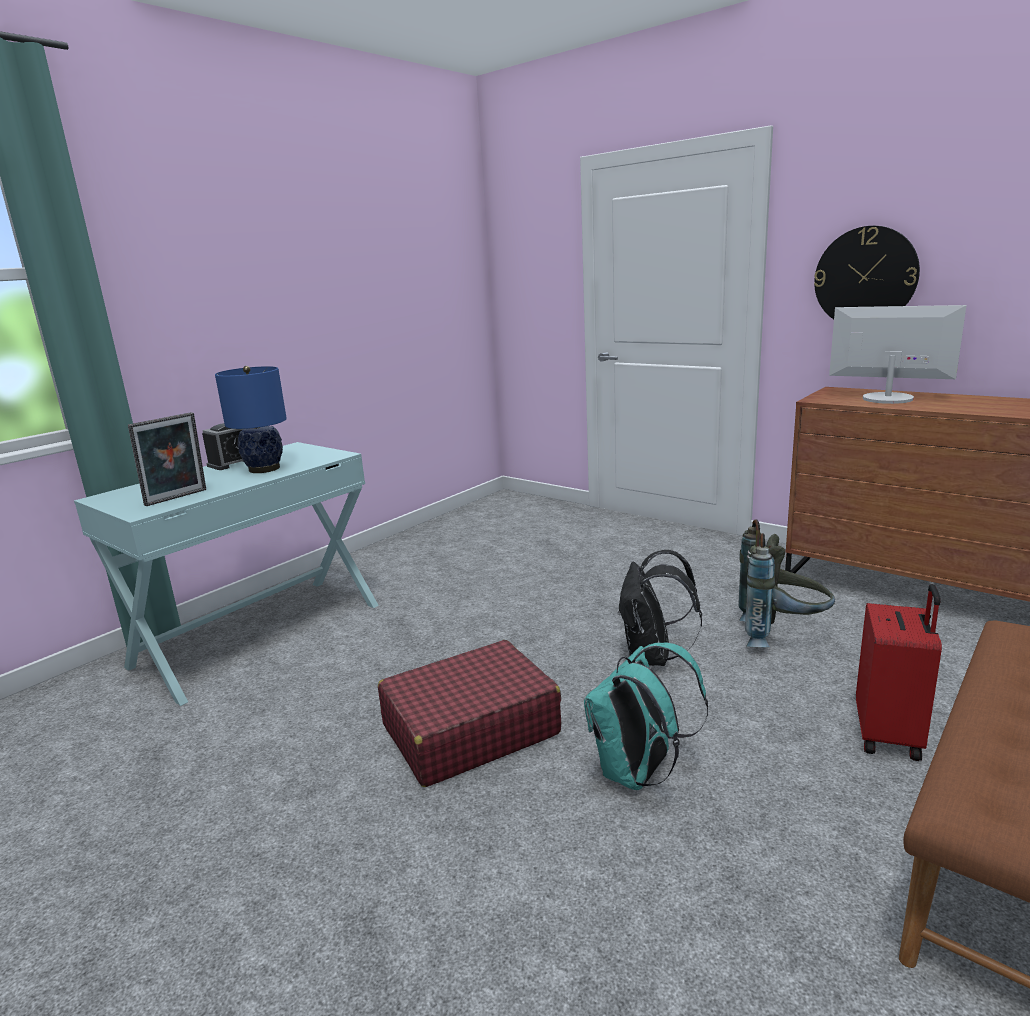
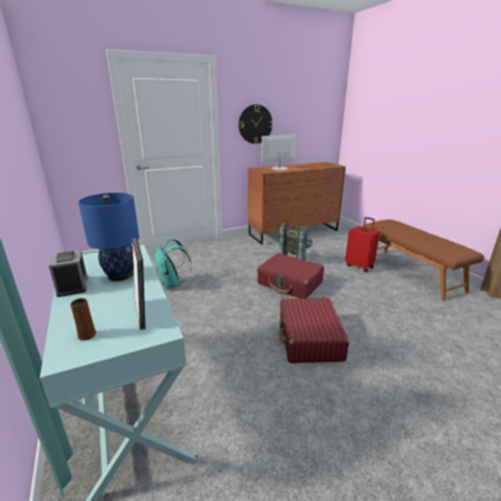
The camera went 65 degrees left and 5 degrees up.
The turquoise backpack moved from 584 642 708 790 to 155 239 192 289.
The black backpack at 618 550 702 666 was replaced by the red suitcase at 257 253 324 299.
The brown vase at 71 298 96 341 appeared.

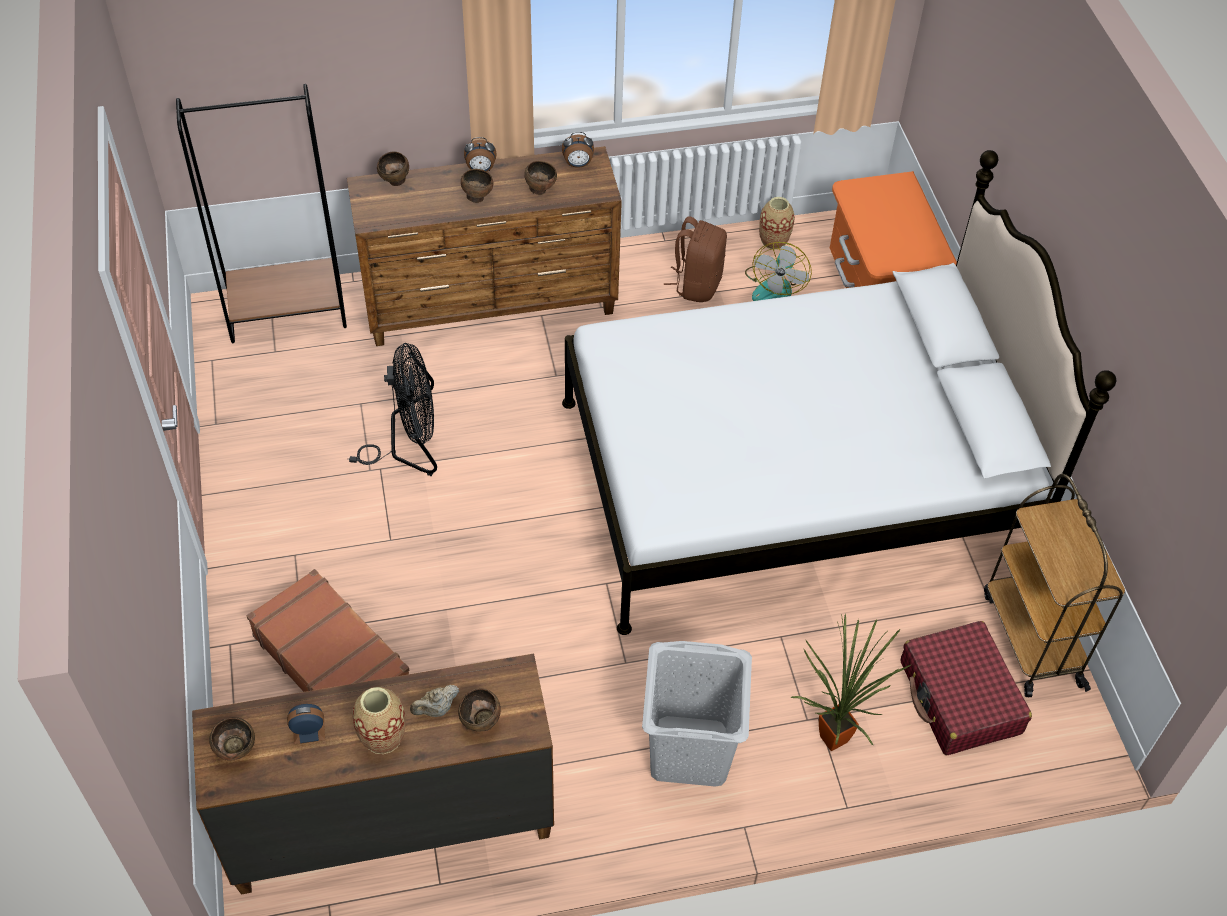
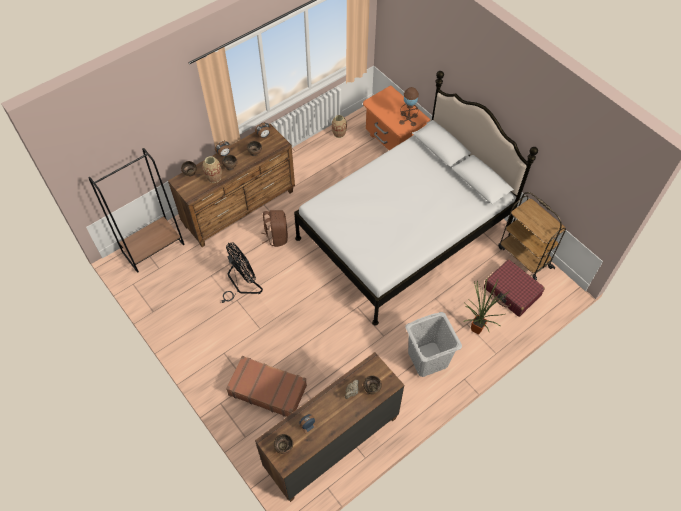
The camera went 25 degrees left and 5 degrees up.
The vase moved from 352 687 406 754 to 202 156 222 183.
The brown backpack moved from 664 216 727 302 to 261 210 288 247.
The fan at 745 242 812 301 disappeared.
The brown table lamp at 399 87 419 126 appeared.

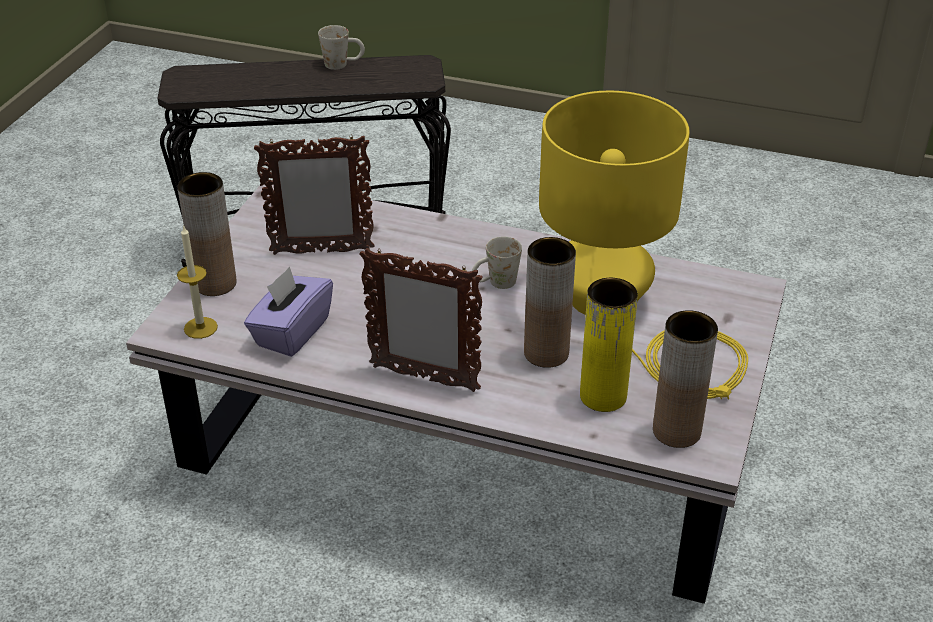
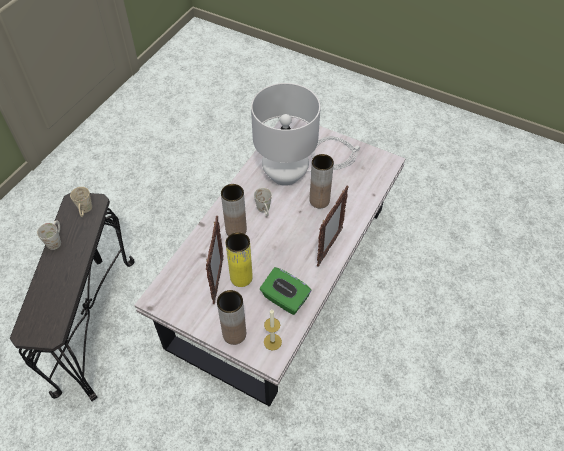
The camera went 80 degrees left and 15 degrees up.
The purple tissue box at 244 266 333 357 became the green tissue box at 260 267 311 315.
The yellow table lamp at 539 91 748 399 became the white table lamp at 251 83 360 186.
The yellow vase moved from 580 278 638 412 to 226 232 253 287.
The brown vase moved from 653 310 718 448 to 221 184 247 236.
The beige mug at 70 187 92 217 appeared.

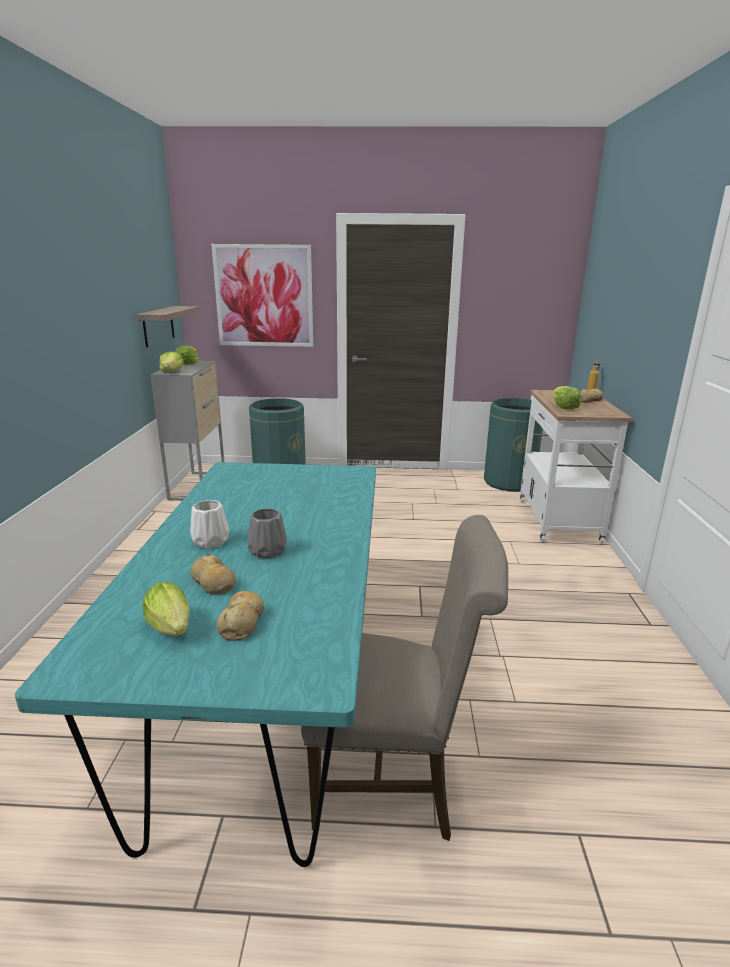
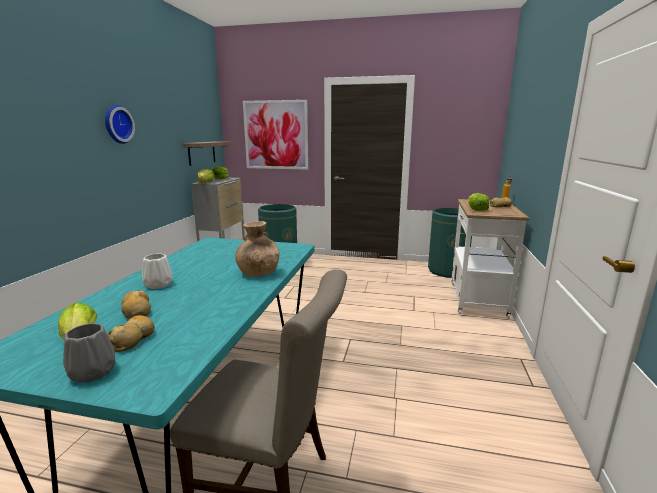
The camera went 10 degrees right and 5 degrees down.
The grey vase moved from 248 508 287 558 to 63 323 115 383.
The wall clock at 105 105 135 144 appeared.
The brown vase at 235 221 280 277 appeared.

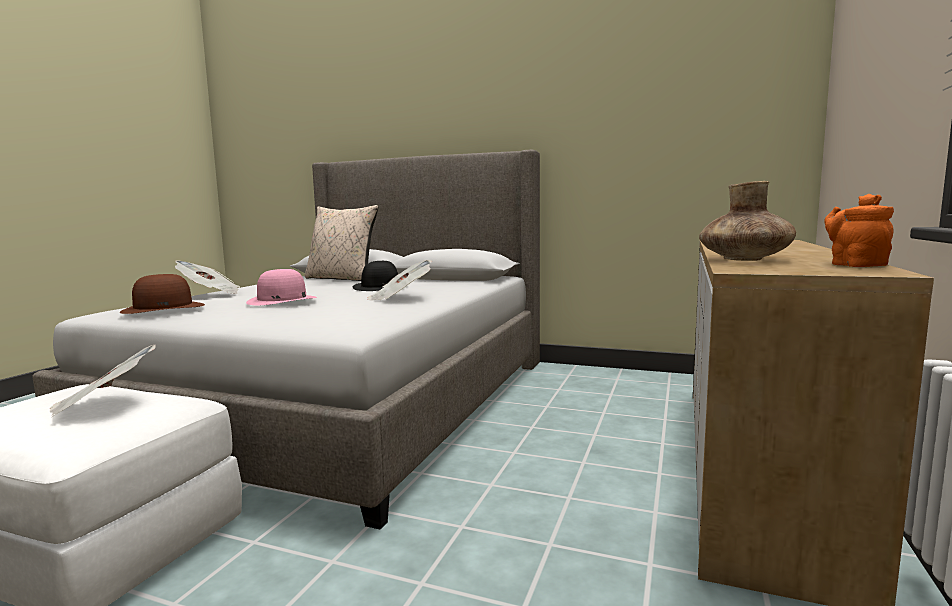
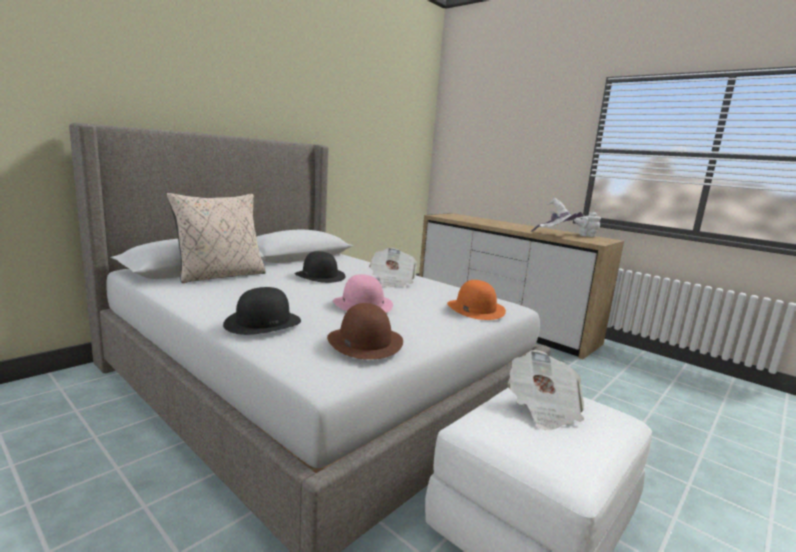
The camera went 70 degrees left and 5 degrees up.
The newspaper at 175 260 240 294 was replaced by the black hat at 223 287 301 335.
The brown vase at 699 181 796 261 was replaced by the white hat at 531 198 584 232.
The orange teapot at 825 194 894 267 became the white teapot at 574 212 601 237.
The orange hat at 447 280 506 320 appeared.

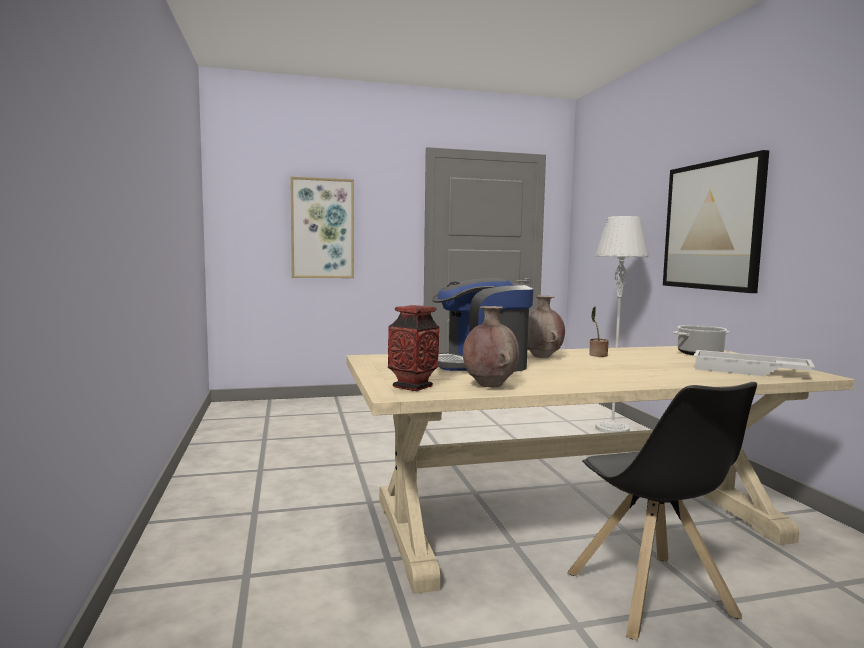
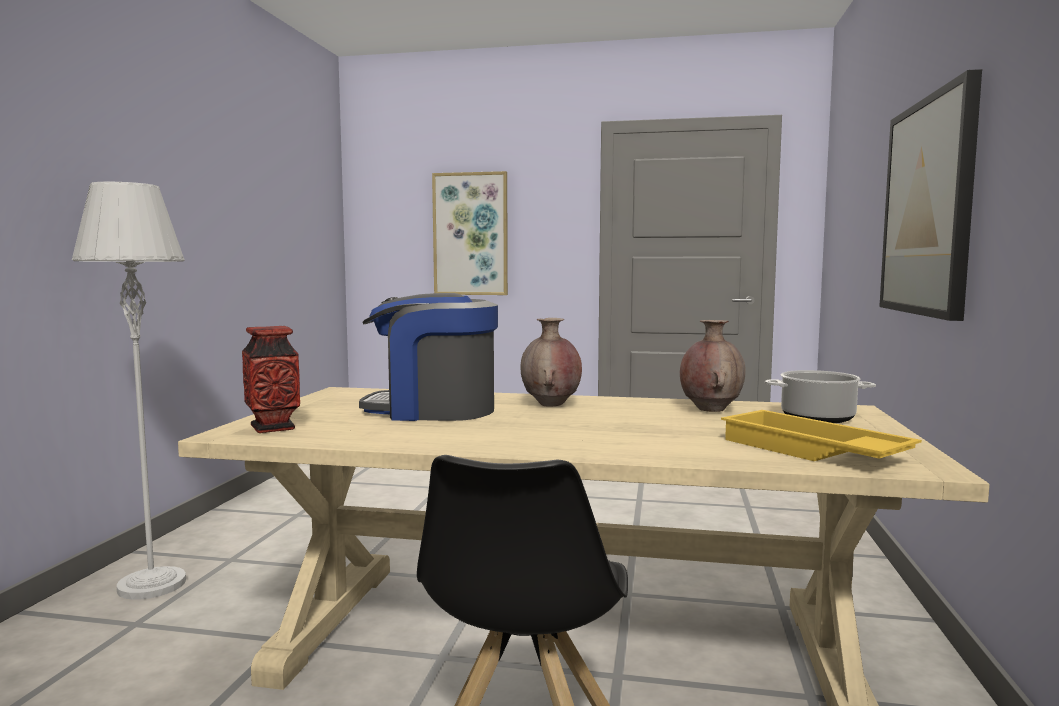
The camera went 25 degrees right and 0 degrees up.
The brown vase moved from 463 306 519 388 to 680 320 746 412.
The potted plant at 589 306 609 357 disappeared.
The grey floor lamp moved from 595 216 649 433 to 72 182 186 600.
The white tray at 693 350 815 376 became the yellow tray at 721 410 922 461.

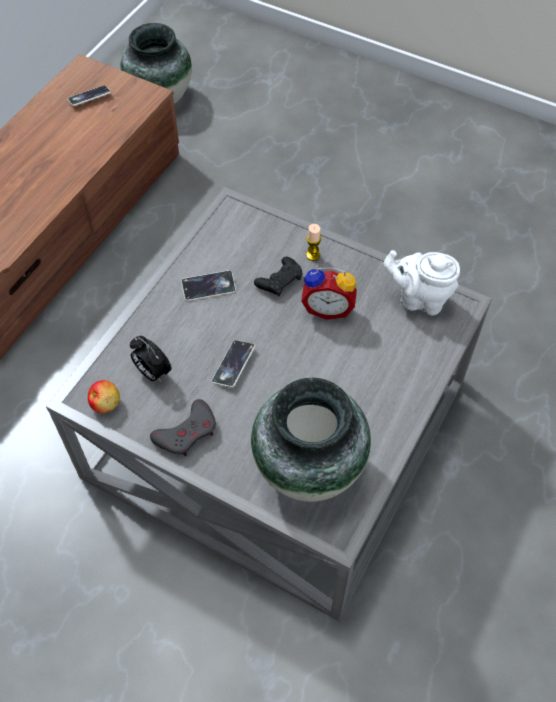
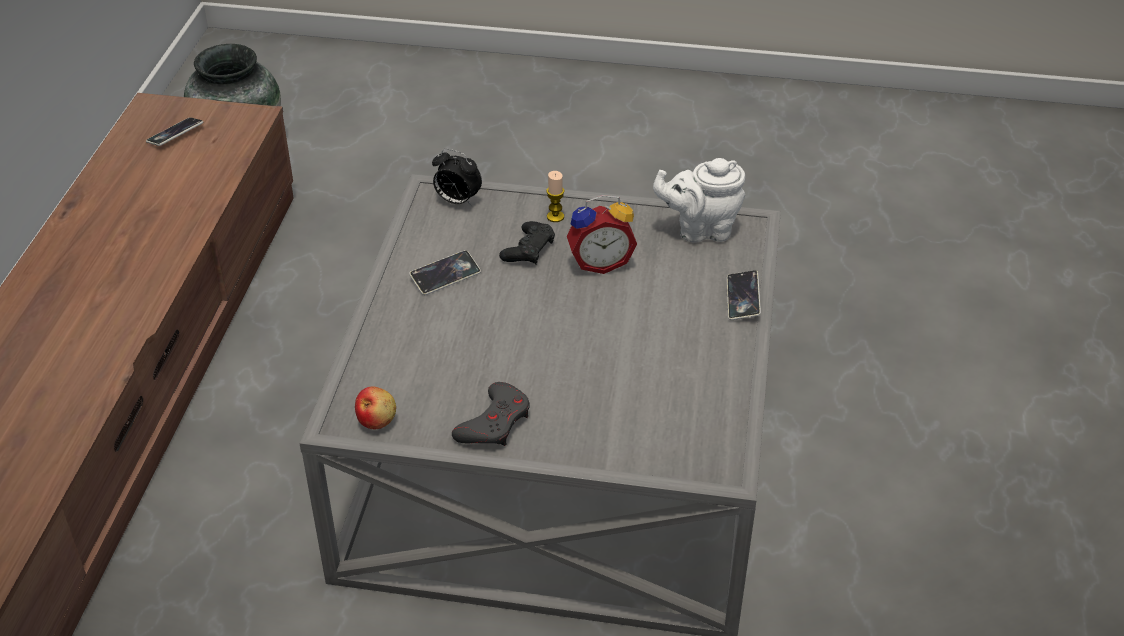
The camera went 20 degrees left and 15 degrees down.
The alarm clock moved from 130 336 172 382 to 432 149 482 206.
The phone moved from 212 340 255 388 to 727 270 761 320.
The vase at 251 378 371 502 disappeared.

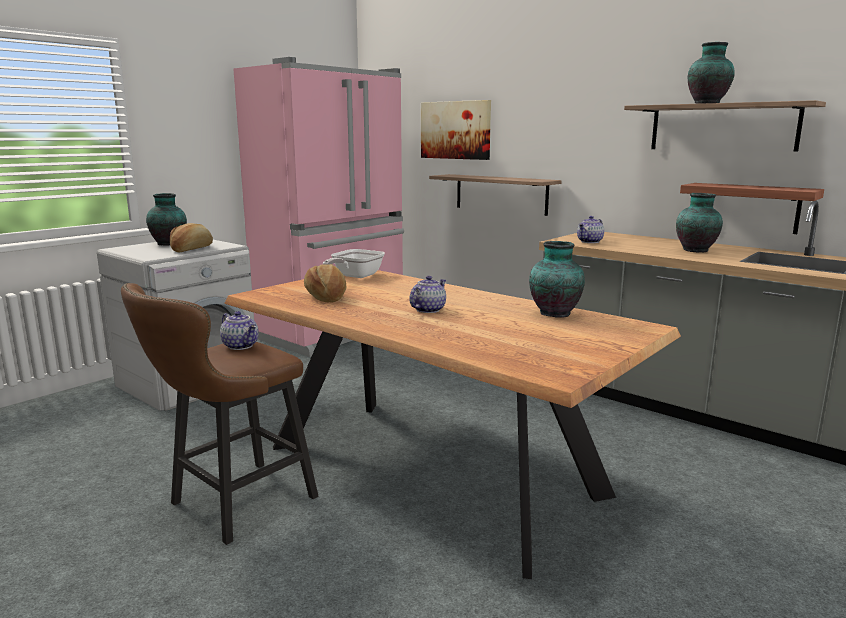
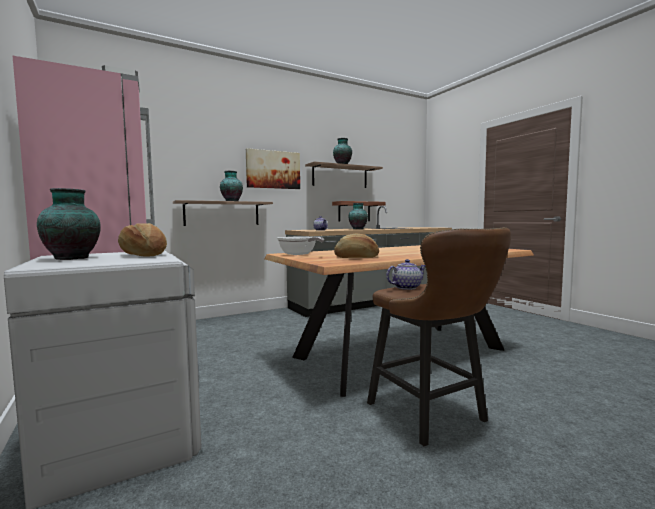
The camera went 70 degrees left and 10 degrees down.
The teapot at 409 276 446 313 disappeared.
The picture moved from 421 100 491 160 to 246 148 300 189.
The vase moved from 529 241 585 318 to 220 171 243 201.

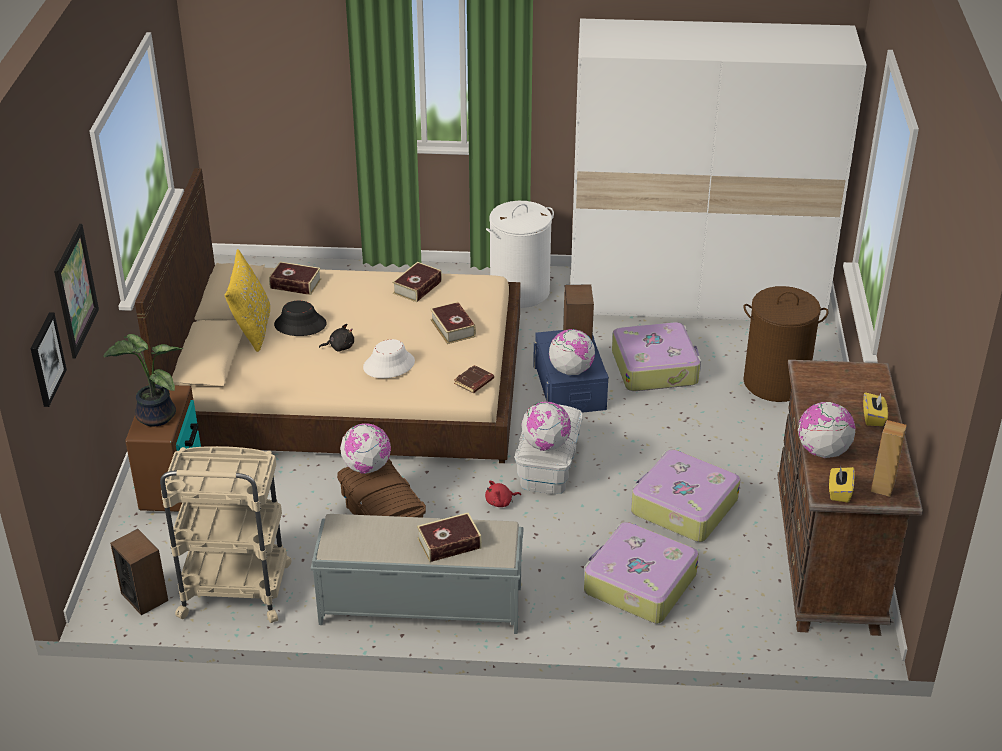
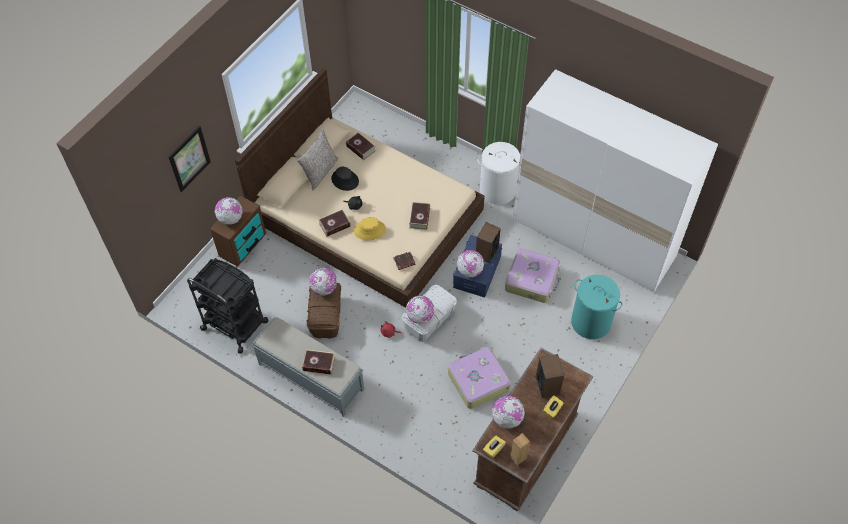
The camera went 30 degrees right and 20 degrees up.
The picture at 30 312 67 407 disappeared.
The potted plant at 103 334 183 427 was replaced by the globe at 215 197 243 225.
The speaker moved from 110 529 168 615 to 536 354 564 398.
The beige cart at 160 446 291 623 became the black cart at 187 258 269 353.
The yellow pillow at 225 249 270 352 became the grey pillow at 297 129 339 190.
The white hat at 363 339 415 378 became the yellow hat at 354 217 386 241.
The book moved from 392 262 442 302 to 318 209 351 237.
The suitcase at 584 522 699 623 disappeared.
The brown laundry basket at 743 286 828 402 became the turquoise laundry basket at 571 275 622 339.

